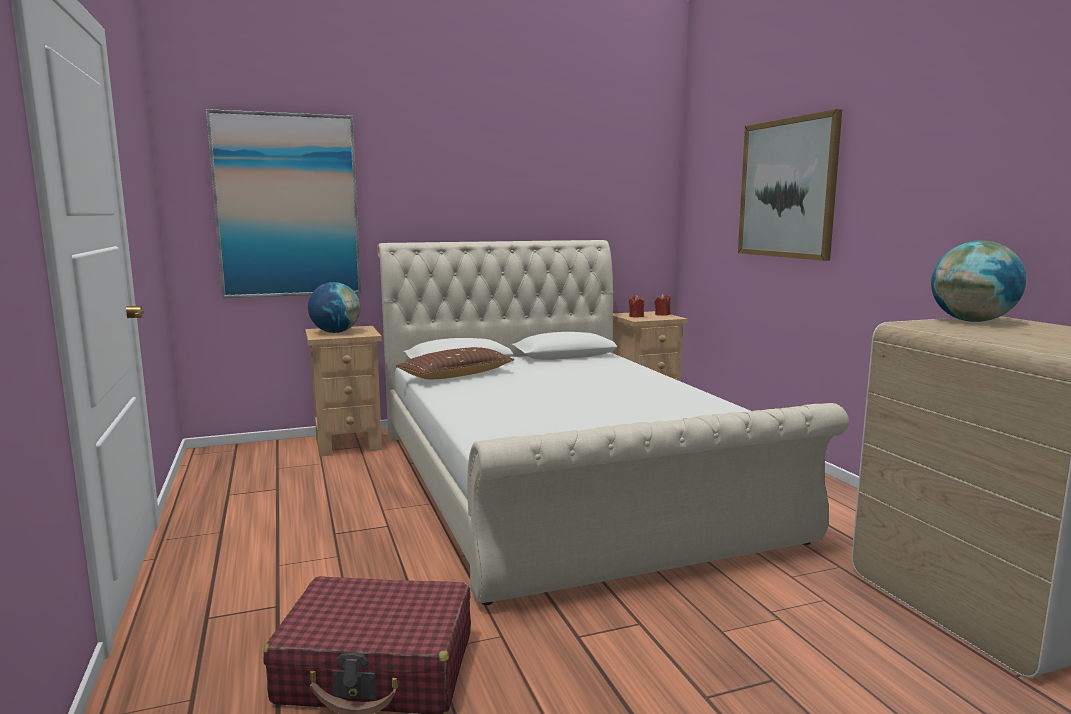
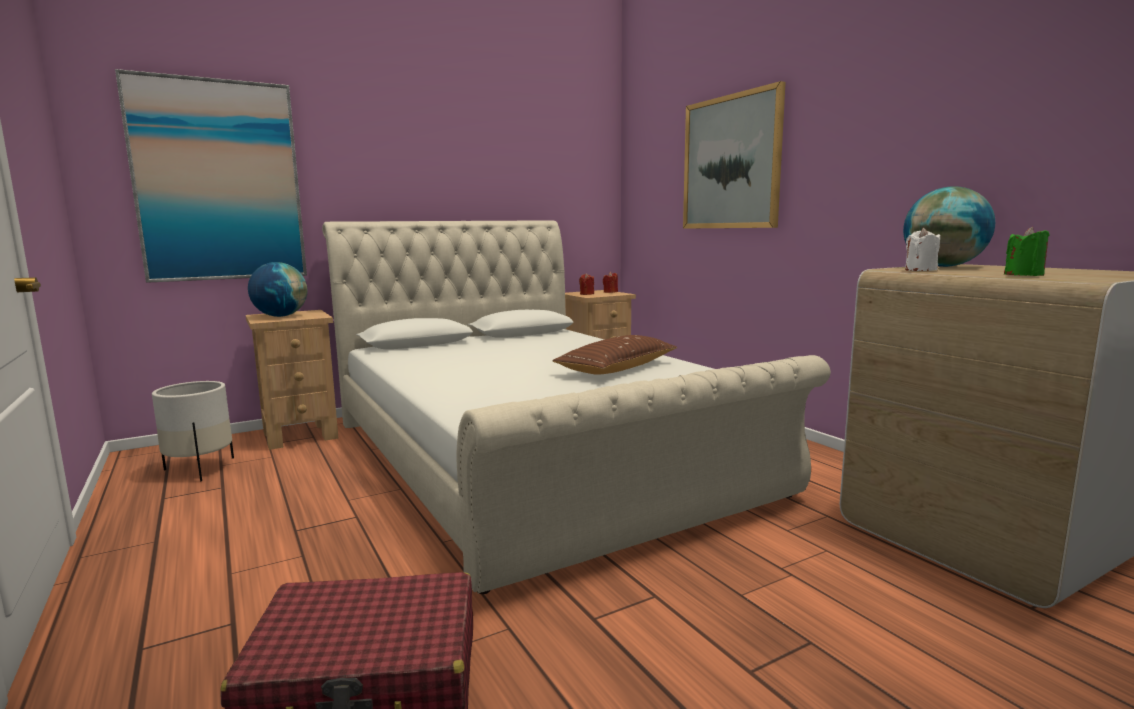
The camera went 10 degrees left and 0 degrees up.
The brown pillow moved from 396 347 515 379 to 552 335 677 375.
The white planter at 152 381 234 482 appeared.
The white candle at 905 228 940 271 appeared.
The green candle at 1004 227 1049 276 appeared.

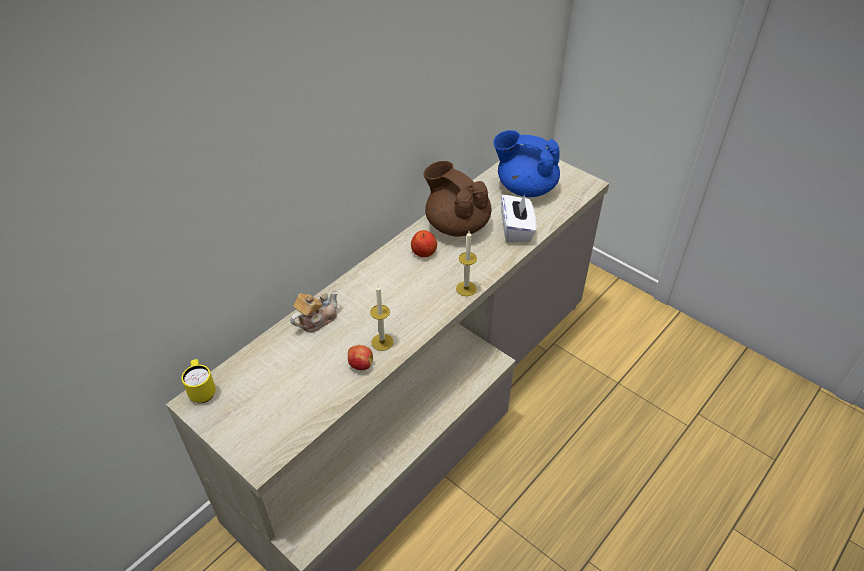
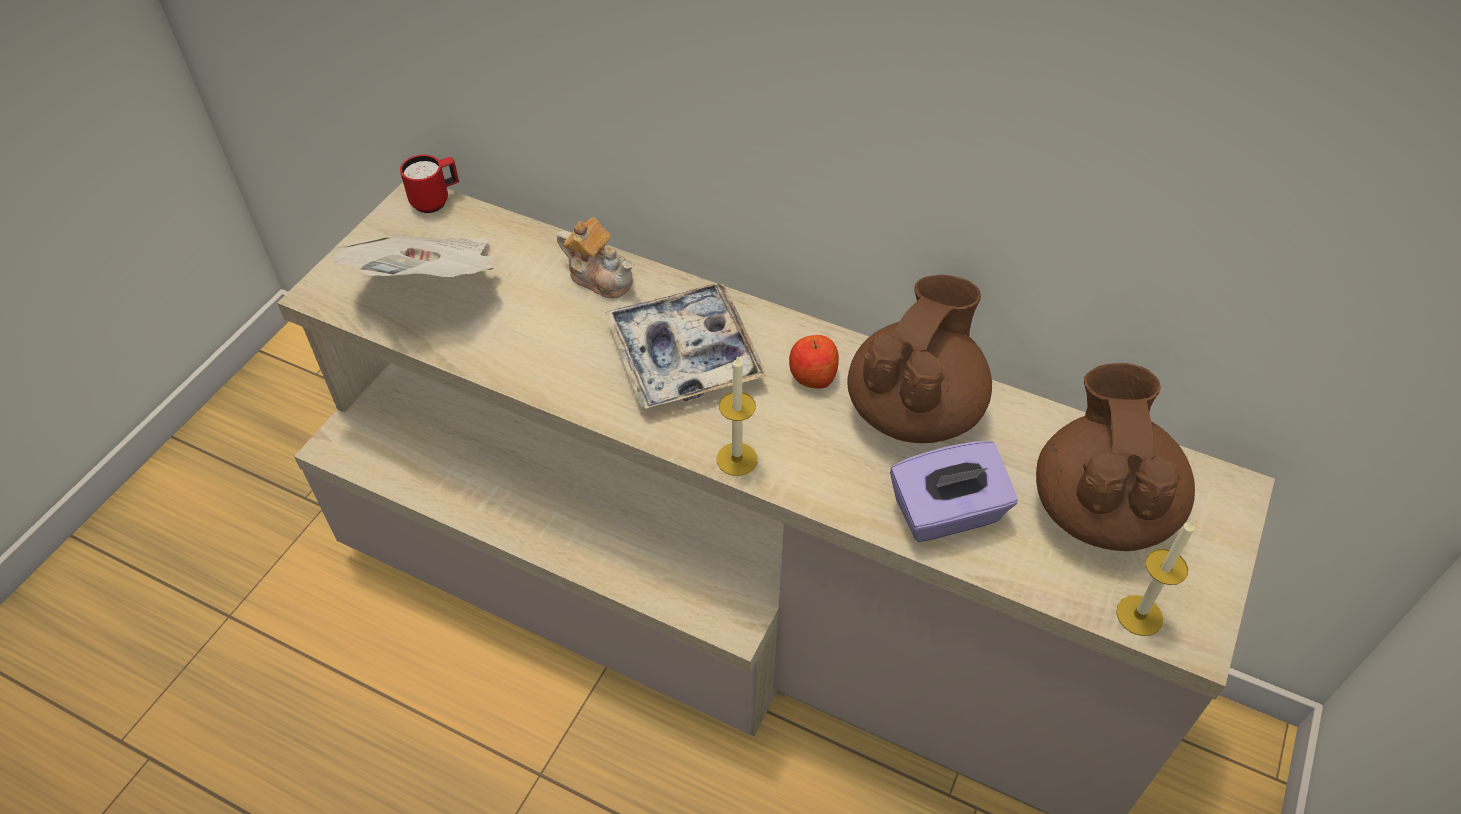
The camera went 75 degrees right and 5 degrees up.
The yellow mug at 181 359 216 403 became the red mug at 400 155 459 213.
The apple at 348 345 373 370 disappeared.
The candle moved from 370 285 393 351 to 1116 520 1195 636.
The blue teapot at 493 130 560 197 became the brown teapot at 1036 363 1195 551.
The white tissue box at 501 194 536 242 became the purple tissue box at 890 441 1018 542.
The newspaper at 332 234 496 277 appeared.
The tray at 605 283 767 409 appeared.

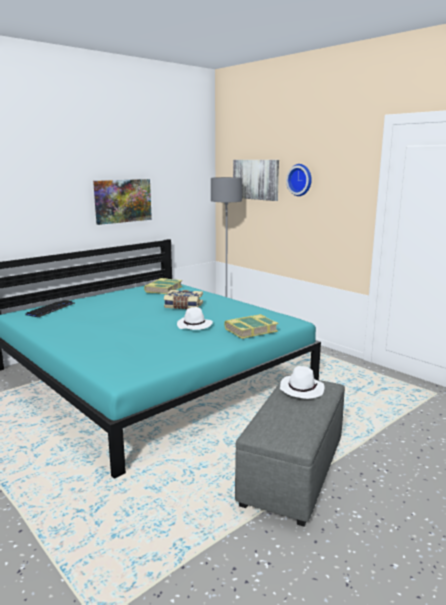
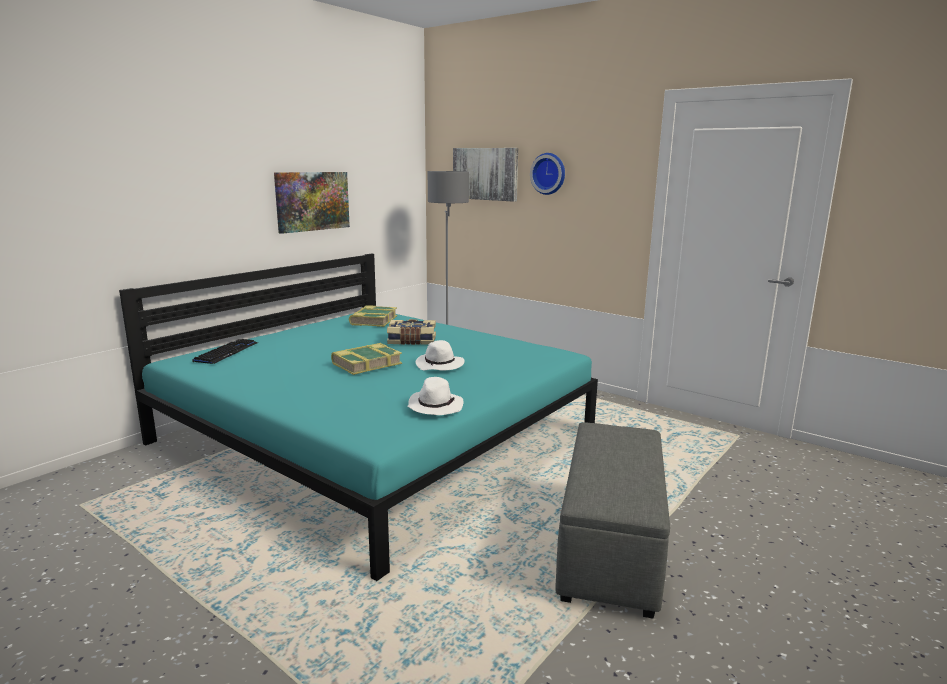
The camera went 10 degrees left and 0 degrees up.
The book moved from 224 314 278 339 to 331 343 402 375.
The white hat moved from 280 366 324 399 to 407 377 464 415.

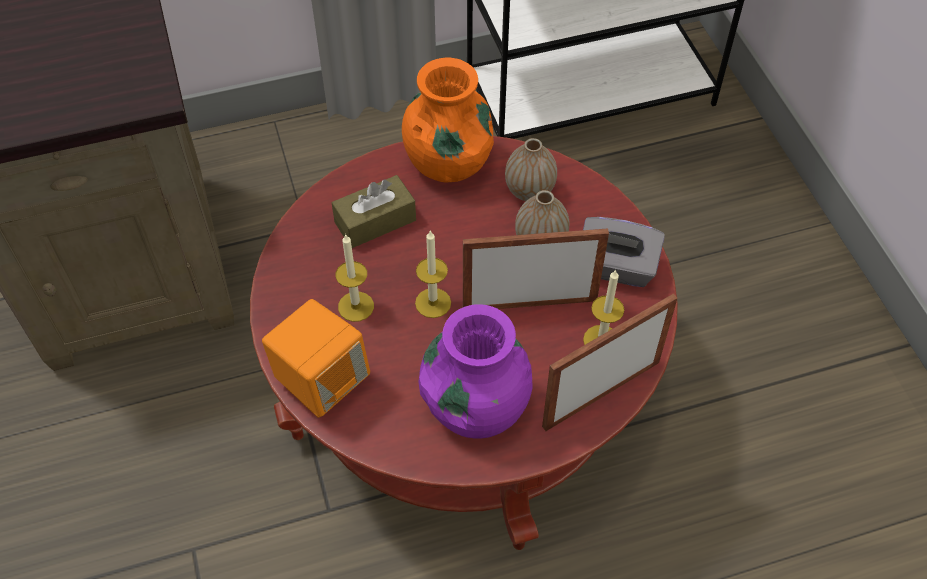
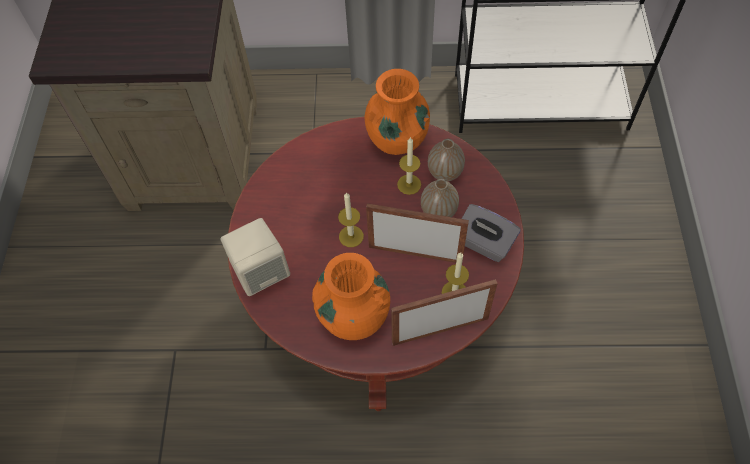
The camera went 20 degrees right and 5 degrees up.
The orange speaker at 262 299 370 418 became the beige speaker at 220 218 290 296.
The brown tissue box at 332 175 416 248 disappeared.
The candle moved from 336 234 374 322 to 397 137 421 195.
The purple vase at 418 304 532 439 became the orange vase at 312 253 390 340.

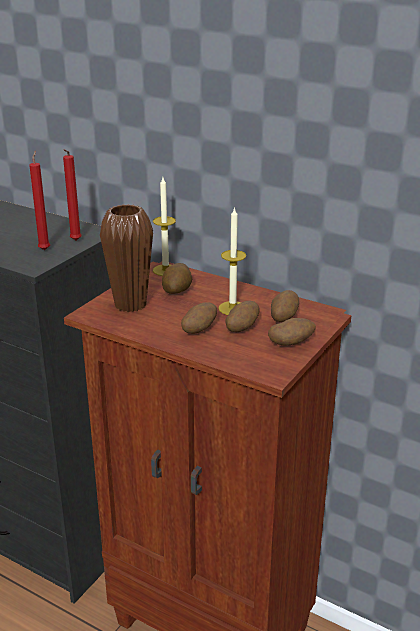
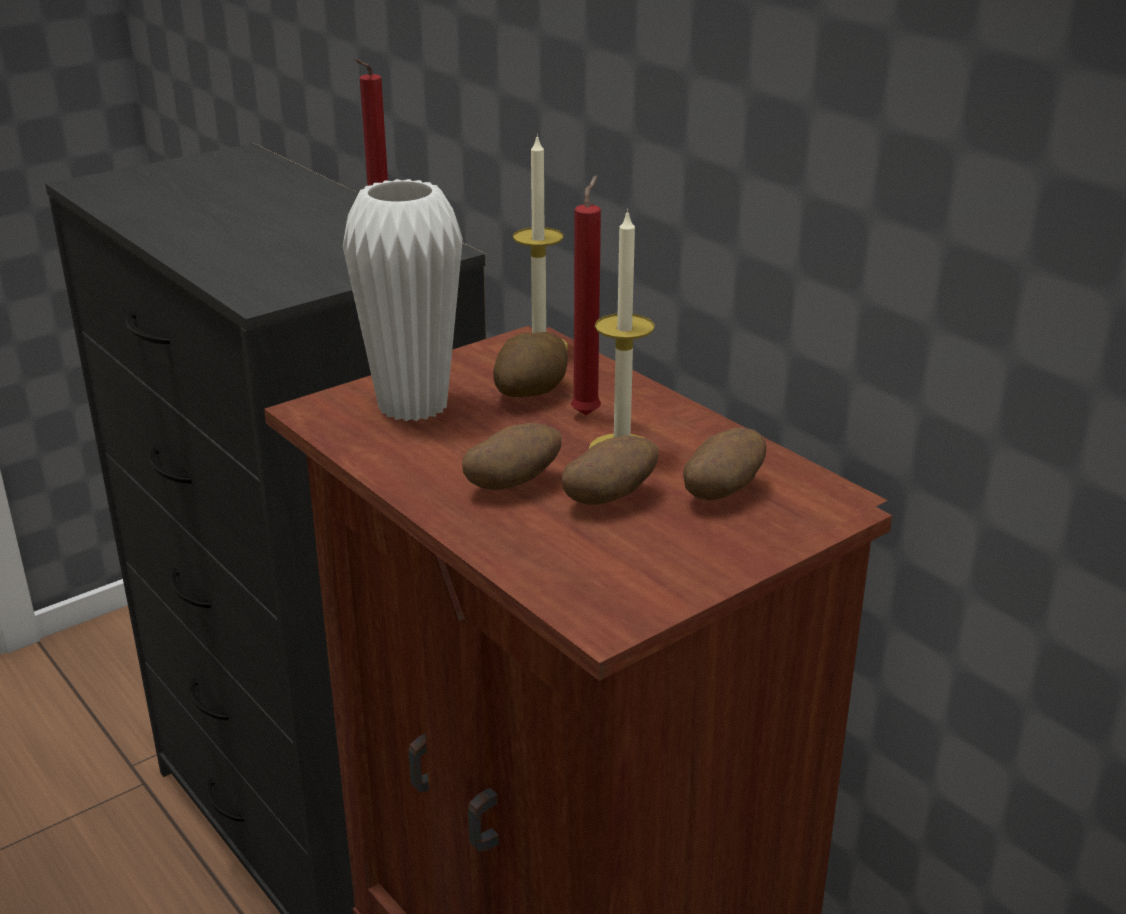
The camera went 20 degrees right and 0 degrees up.
The red candle moved from 29 151 50 250 to 571 175 601 415.
The brown vase at 100 204 153 312 became the white vase at 343 179 463 422.
The potato at 268 318 316 346 disappeared.

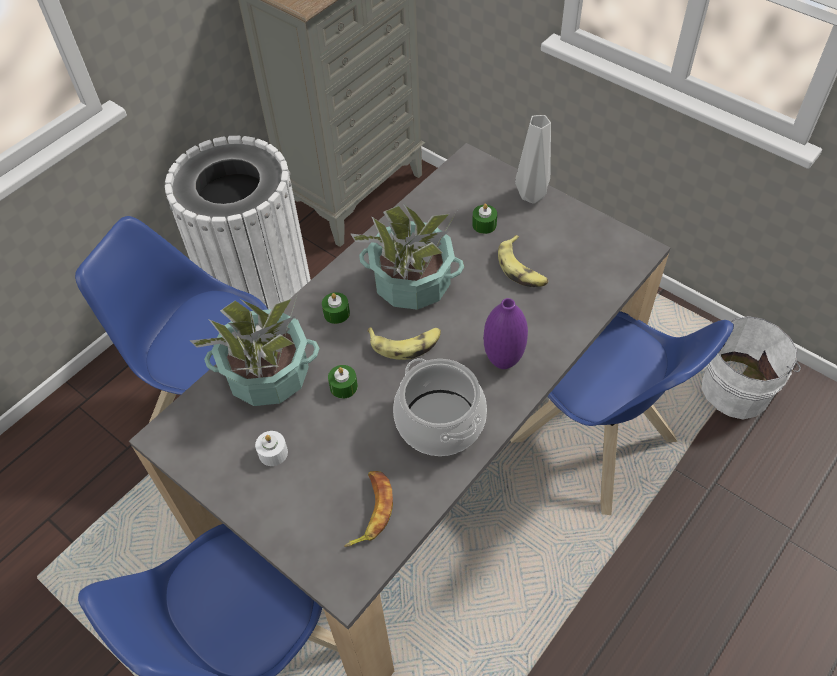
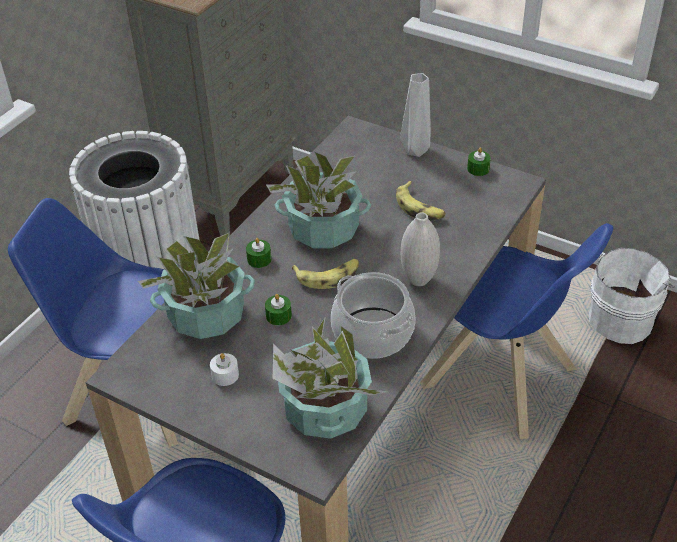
The camera went 10 degrees left and 10 degrees down.
The banana at 345 471 393 547 was replaced by the potted plant at 273 316 388 439.
The green candle moved from 472 203 497 234 to 467 147 491 176.
The purple vase at 484 298 528 369 became the white vase at 401 212 440 286.

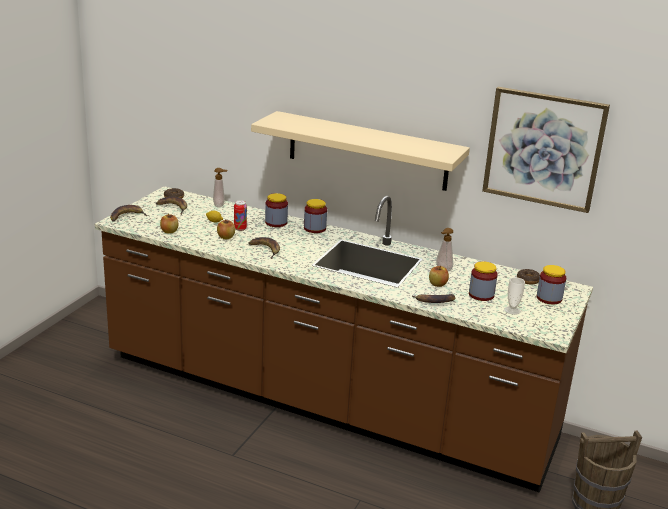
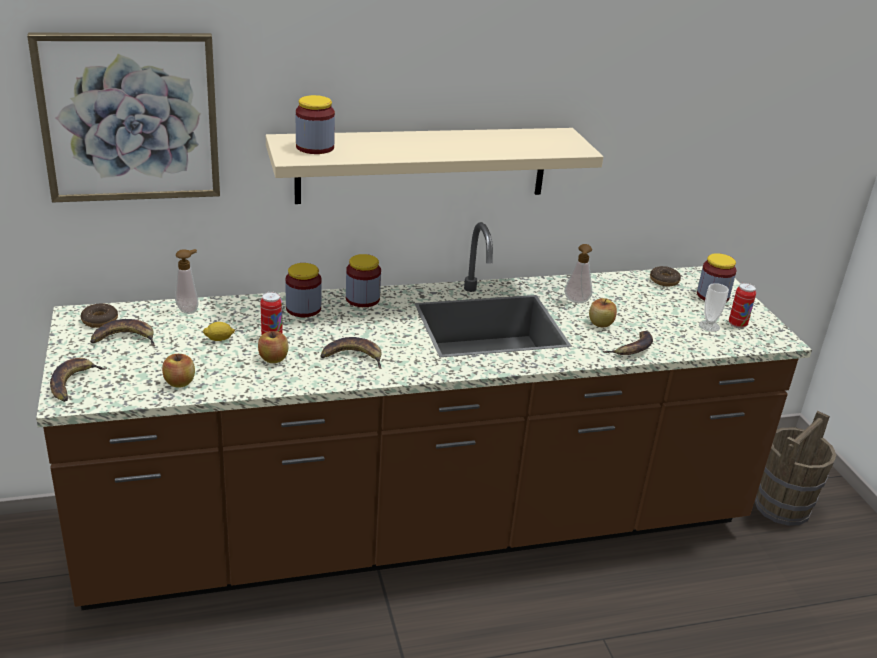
The camera went 40 degrees left and 5 degrees up.
The jar moved from 469 261 498 301 to 296 95 335 154.
The picture moved from 482 87 610 213 to 27 32 220 202.
The can at 729 283 756 328 appeared.

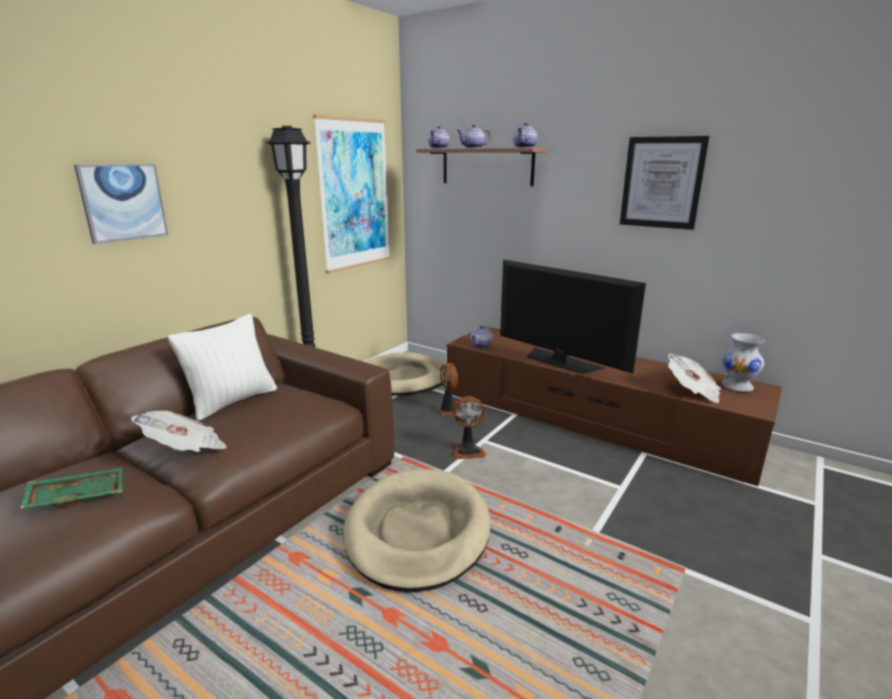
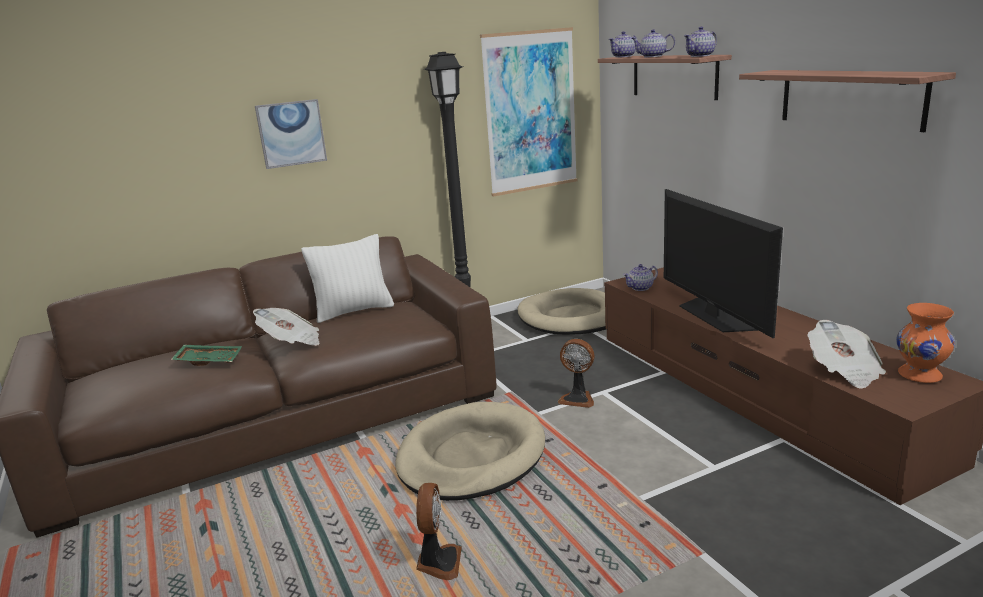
The camera went 30 degrees right and 0 degrees up.
The fan moved from 438 363 465 415 to 416 483 462 580.
The picture at 620 136 710 230 was replaced by the shelf at 739 70 956 132.
The white vase at 722 333 765 392 became the orange vase at 896 303 955 383.

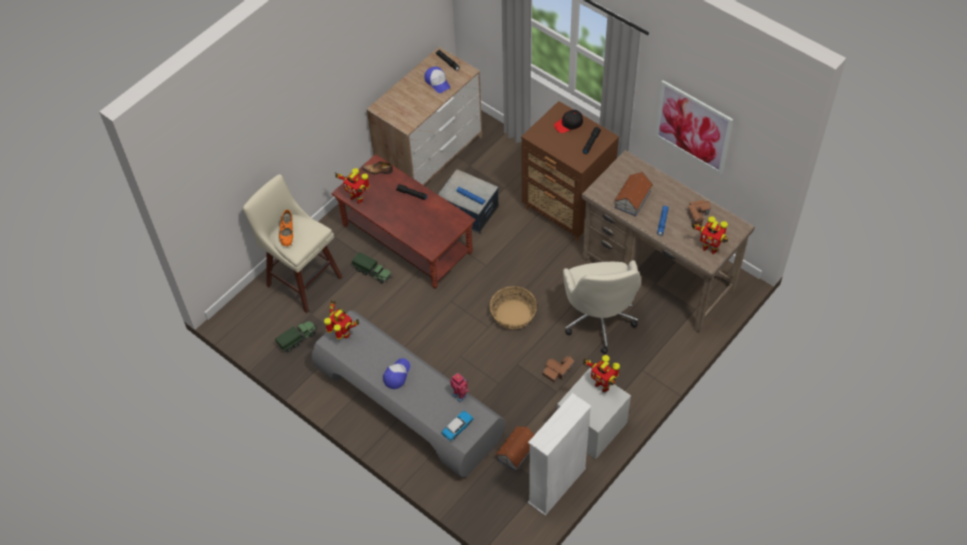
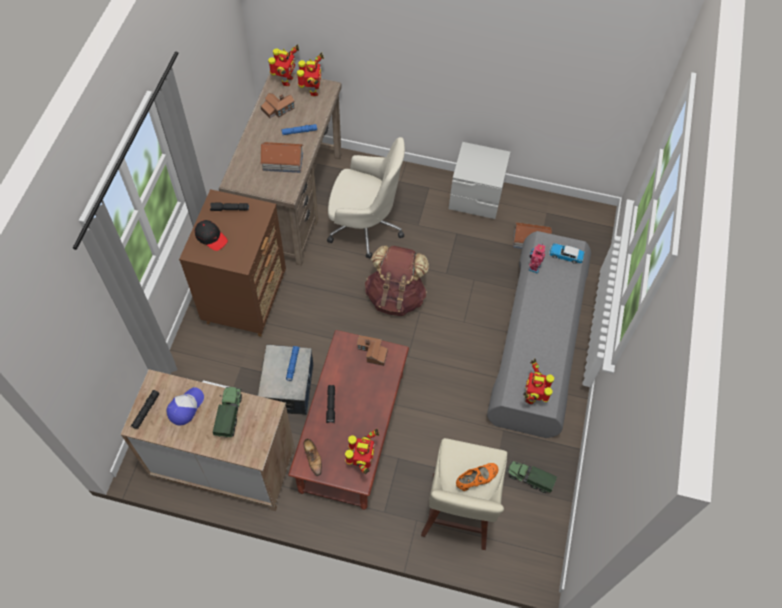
The camera went 120 degrees left and 5 degrees up.
The toy truck moved from 352 252 393 284 to 213 387 242 438.
The cap at 383 358 410 389 disappeared.
The basket at 490 286 537 330 was replaced by the brown backpack at 365 246 429 316.
The white bookcase at 528 393 591 516 disappeared.
The toy house moved from 542 356 574 383 to 357 335 388 366.
The beige office chair at 563 260 641 354 turned 45 degrees clockwise.
The toy robot moved from 583 355 620 393 to 268 44 299 86.
The picture at 655 80 733 174 disappeared.

